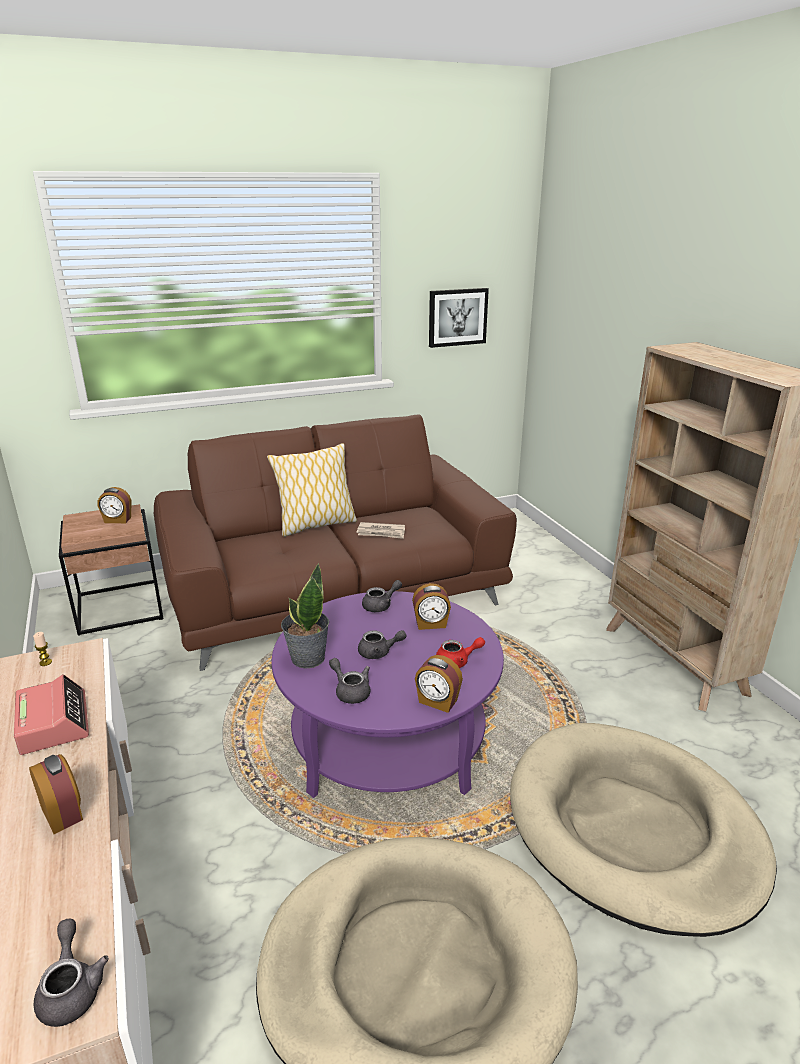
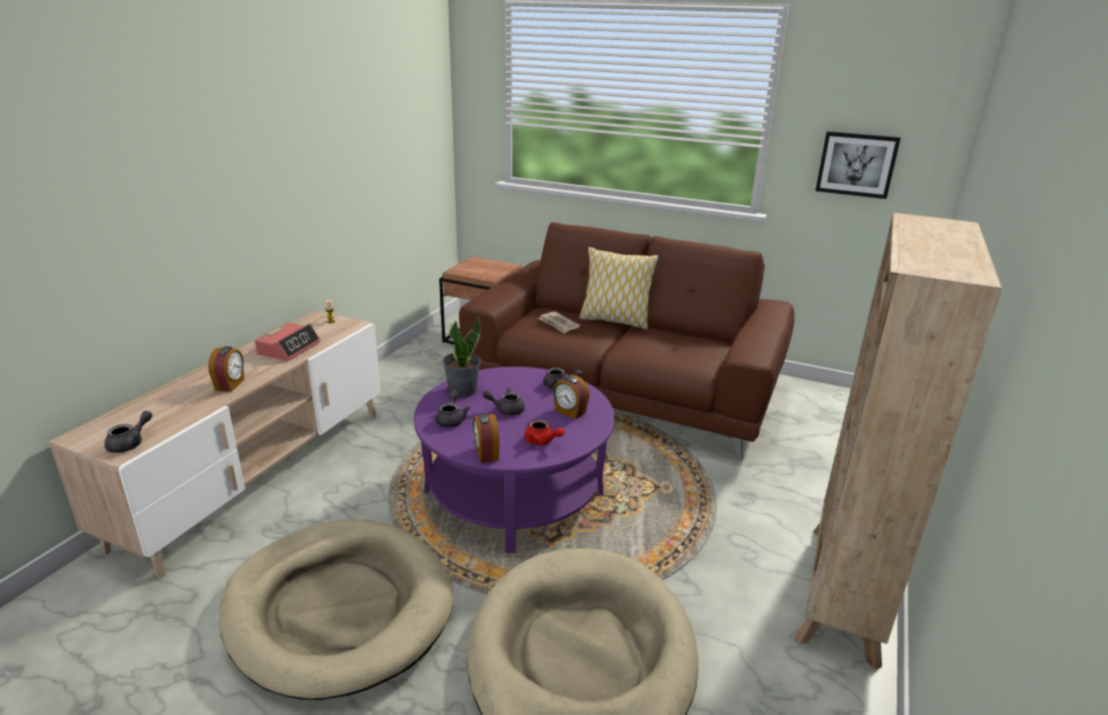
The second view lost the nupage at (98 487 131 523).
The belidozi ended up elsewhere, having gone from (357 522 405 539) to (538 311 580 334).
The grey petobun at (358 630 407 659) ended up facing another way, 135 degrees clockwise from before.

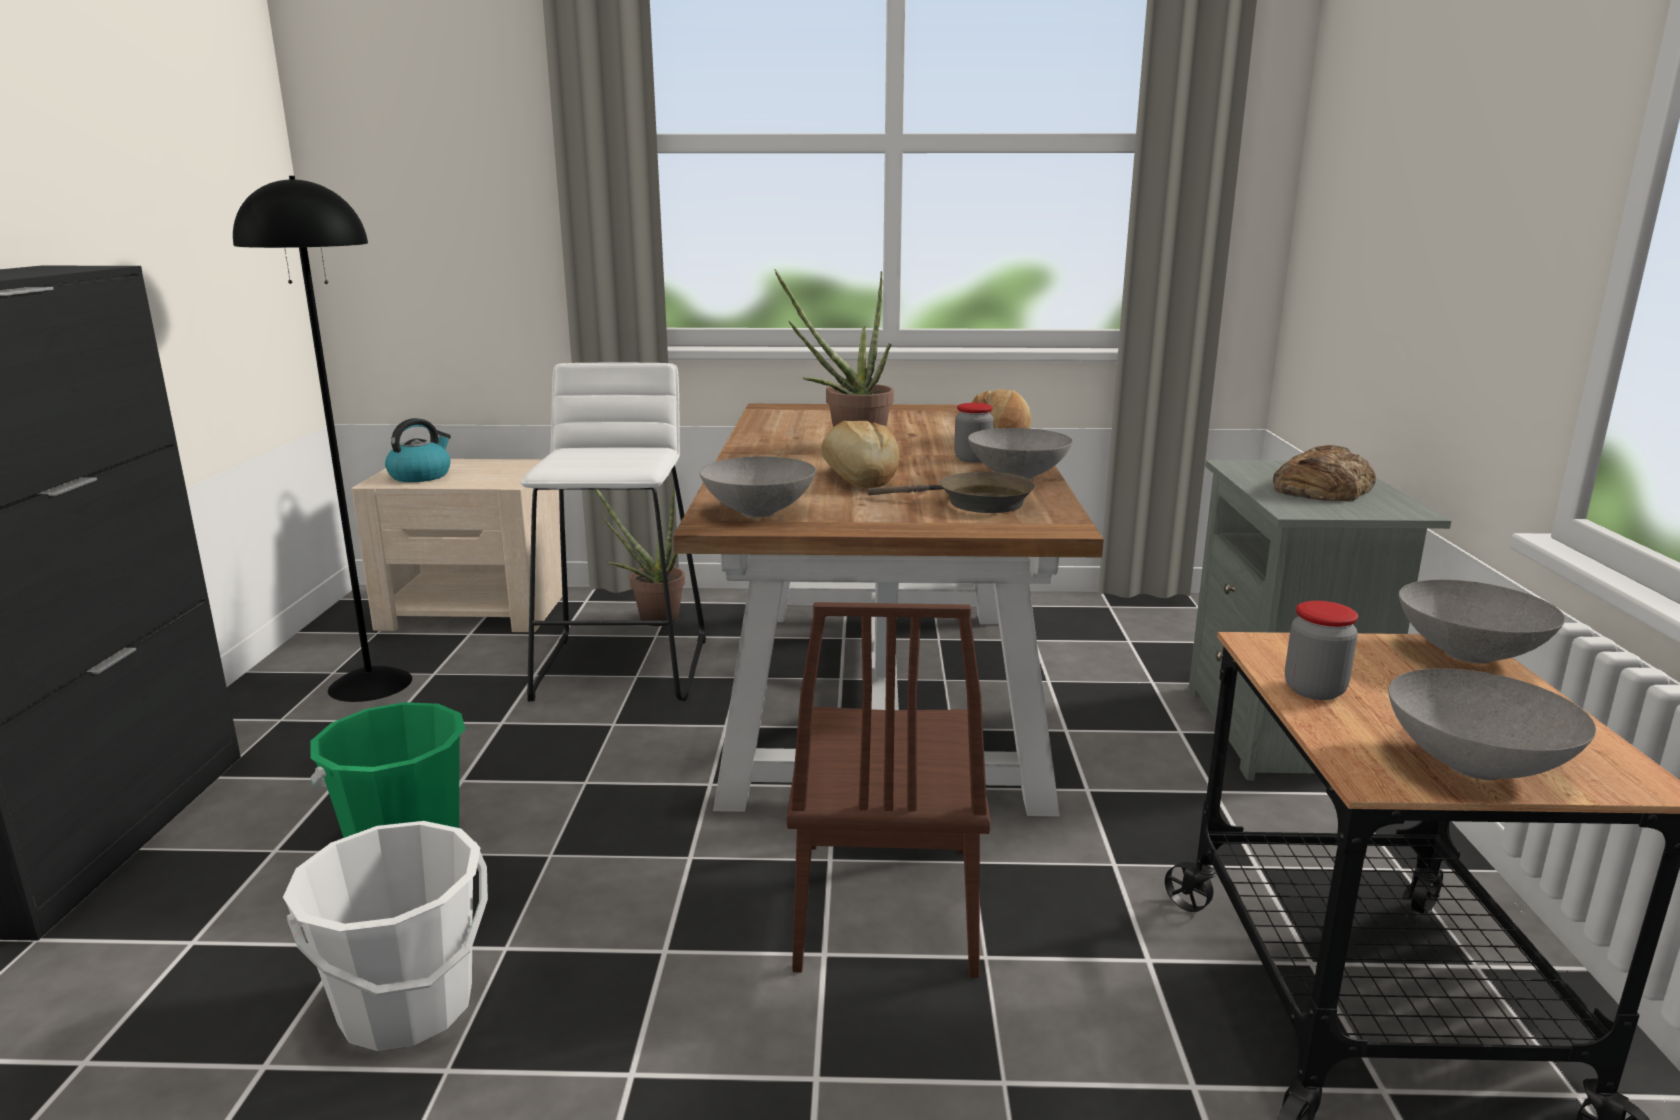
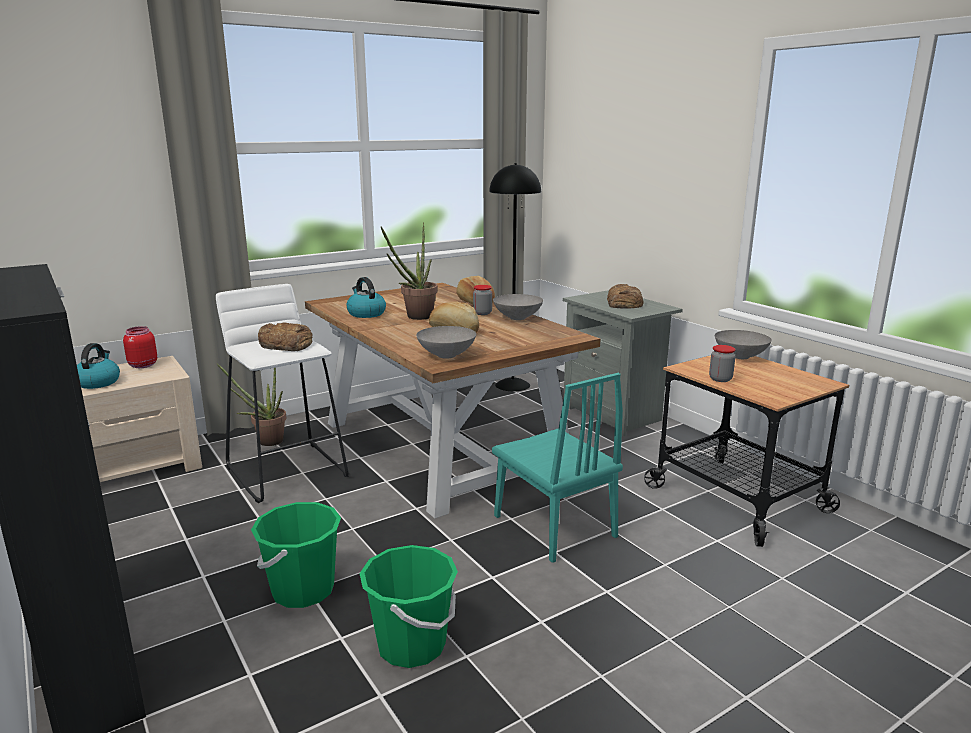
The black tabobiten ended up elsewhere, having gone from (233 176 412 702) to (489 163 541 391).
What was the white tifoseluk at (283 821 488 1051) turned into the green tifoseluk at (359 545 458 668).
What was the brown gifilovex at (786 602 991 978) turned into the turquoise gifilovex at (492 373 623 563).
The second view lost the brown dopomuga at (868 472 1036 513).
The second view lost the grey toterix at (1388 668 1596 780).
The second view gained the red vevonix at (123 326 157 368).
The second view gained the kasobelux at (258 322 313 351).
The second view gained the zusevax at (346 277 386 318).

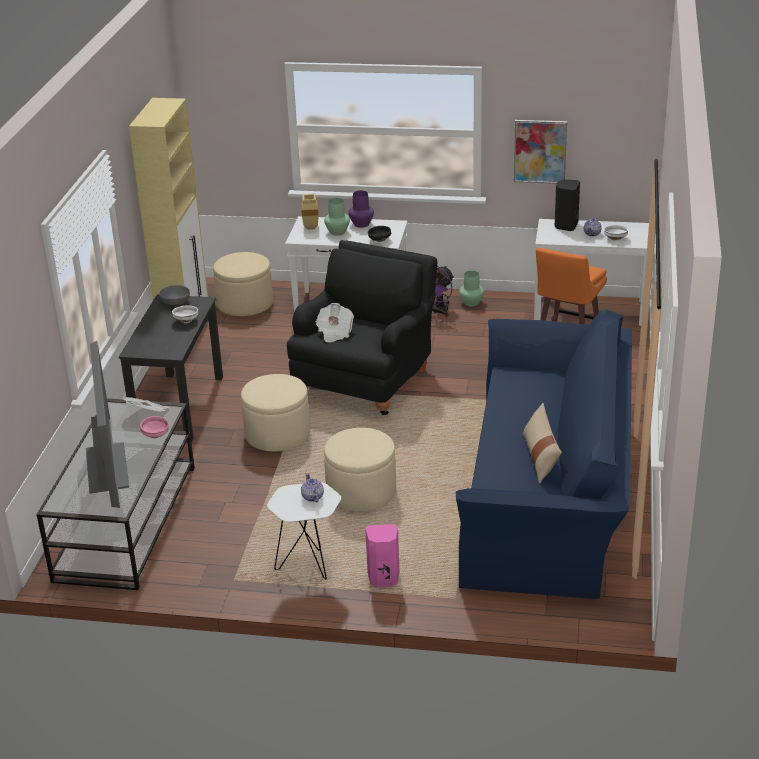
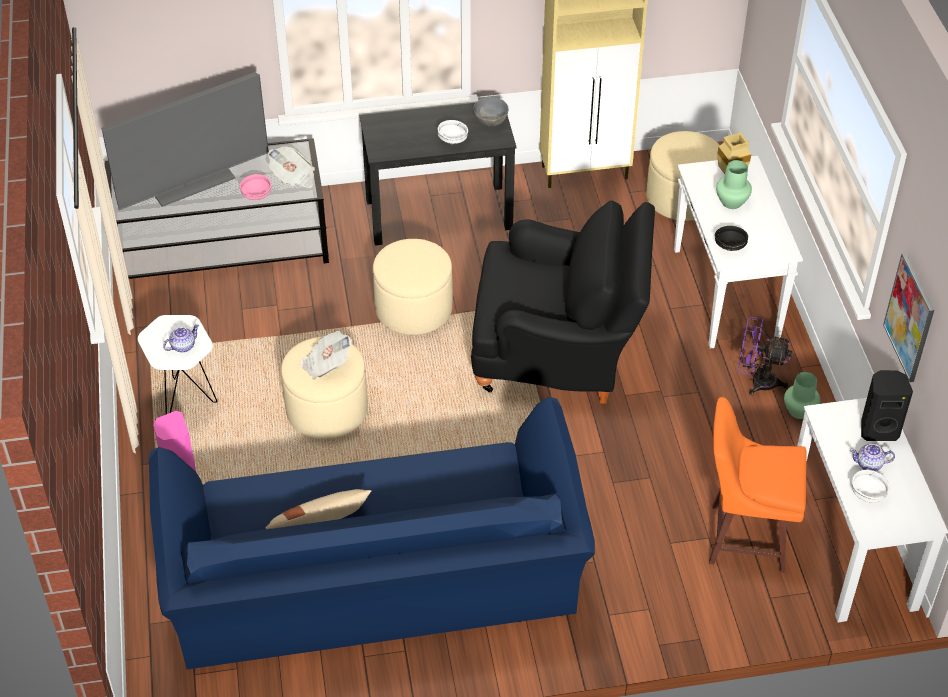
The belidozi ended up elsewhere, having gone from (316 303 354 343) to (299 331 352 380).
The second view lost the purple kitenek at (349 191 374 228).

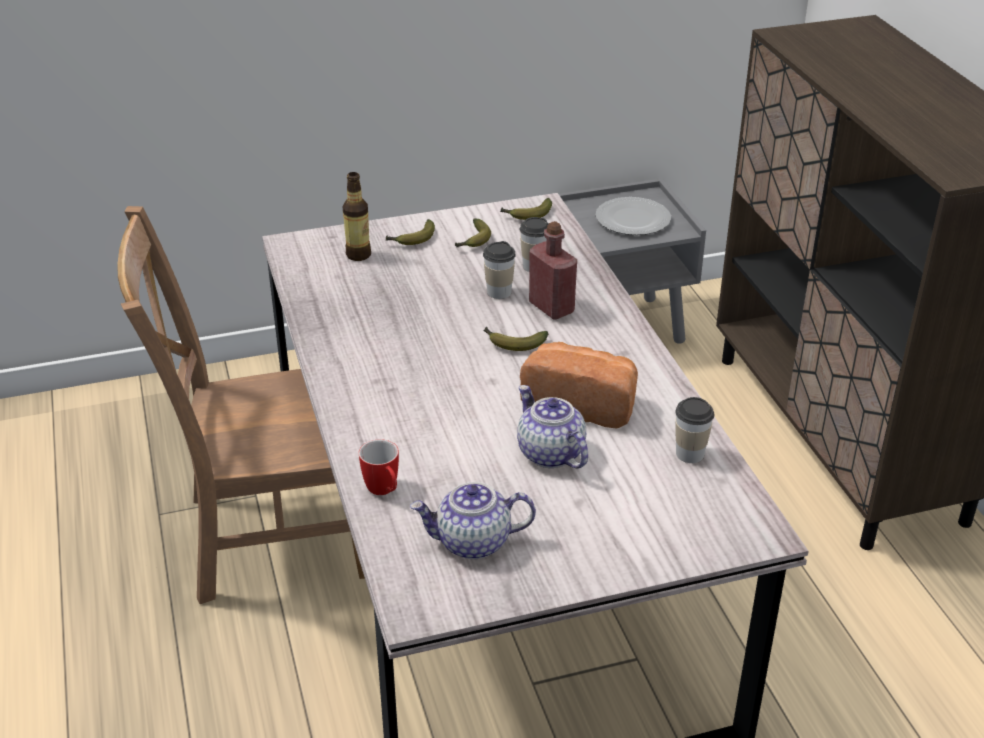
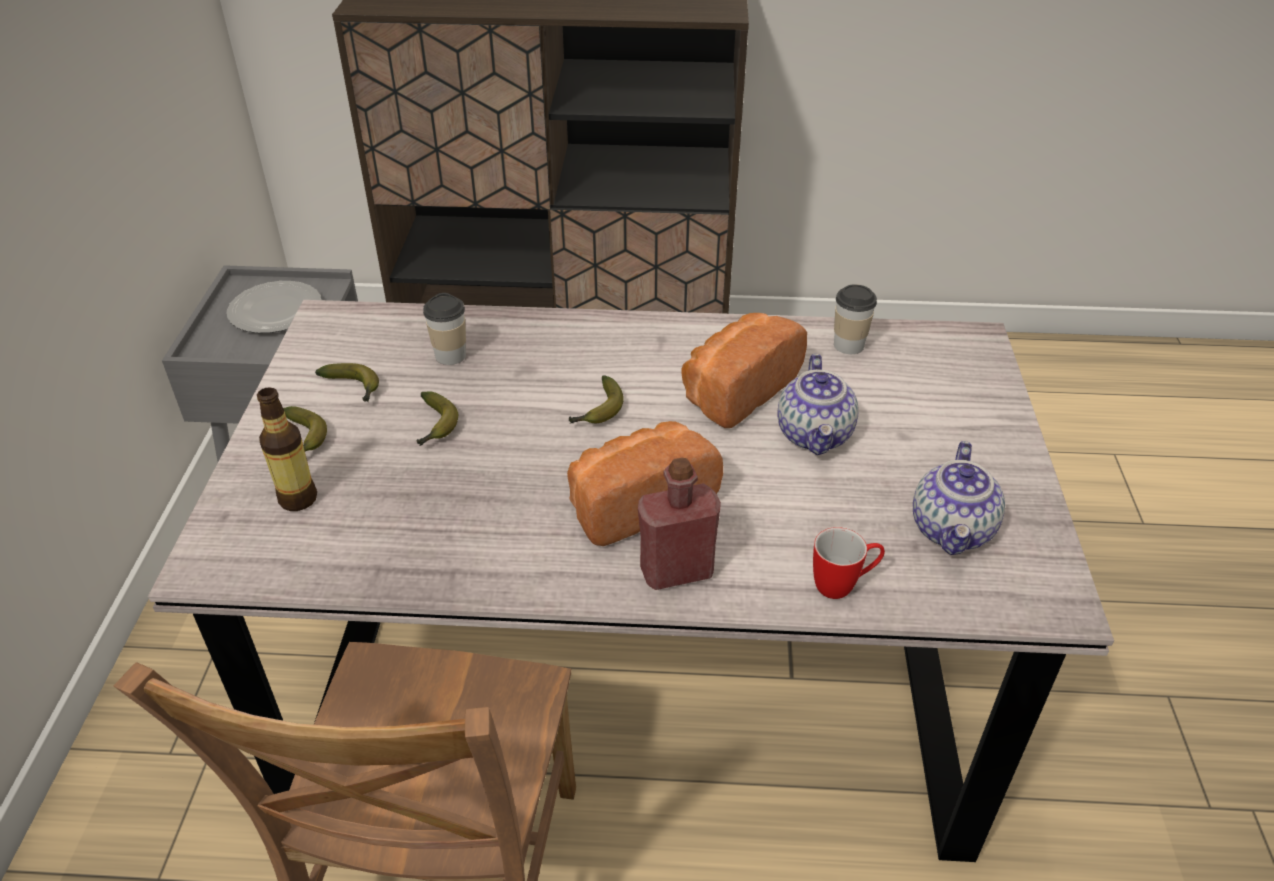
The second view lost the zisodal at (483 241 516 299).
The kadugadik ended up elsewhere, having gone from (500 198 552 220) to (416 391 458 446).
The petobun at (517 385 588 468) ended up facing another way, 75 degrees counterclockwise from before.
The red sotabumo ended up elsewhere, having gone from (529 221 577 320) to (638 458 721 590).
The second view gained the kasobelux at (567 421 723 546).

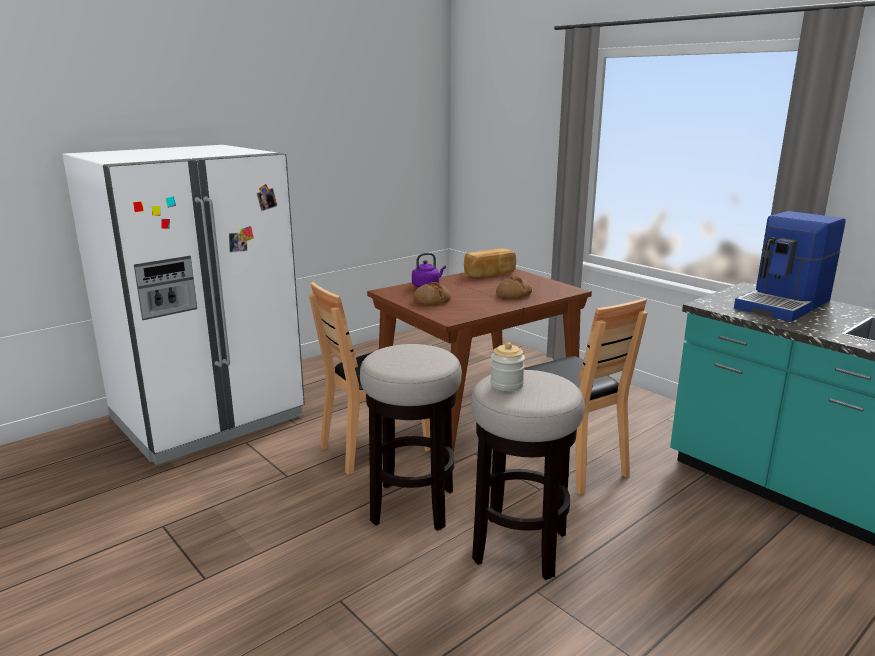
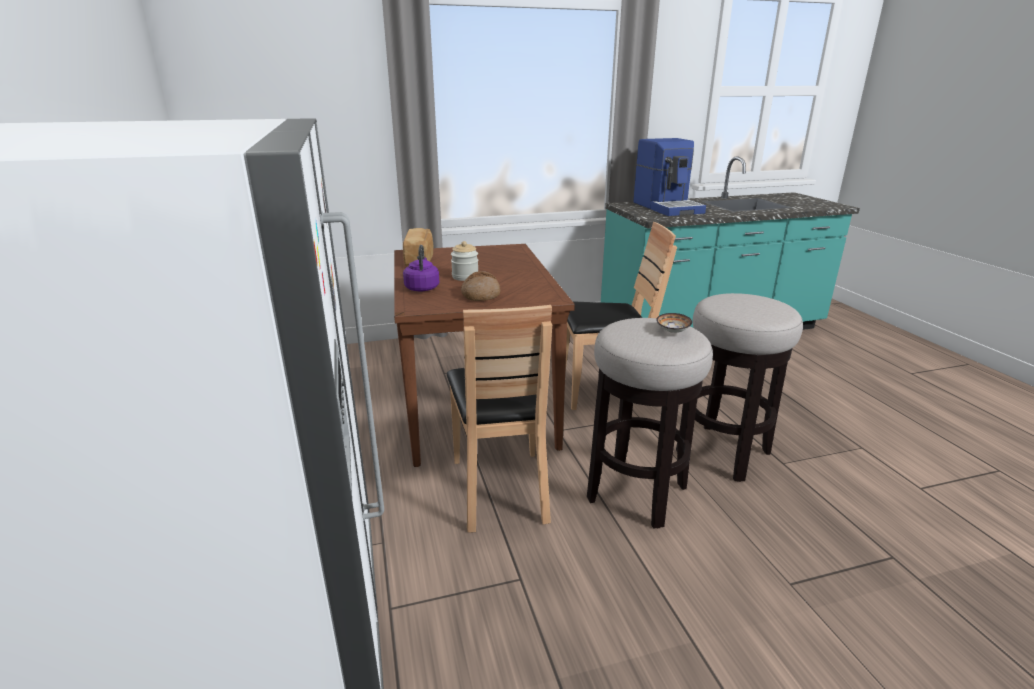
The vevonix ended up elsewhere, having gone from (490 342 525 391) to (451 241 478 281).
The second view lost the kasobelux at (496 277 532 298).
The second view gained the toterix at (656 313 692 333).

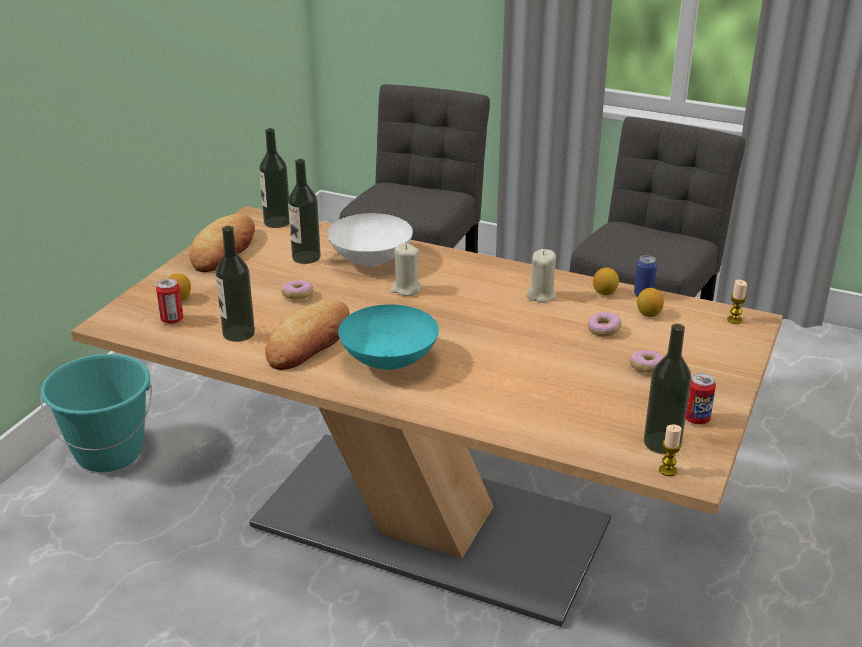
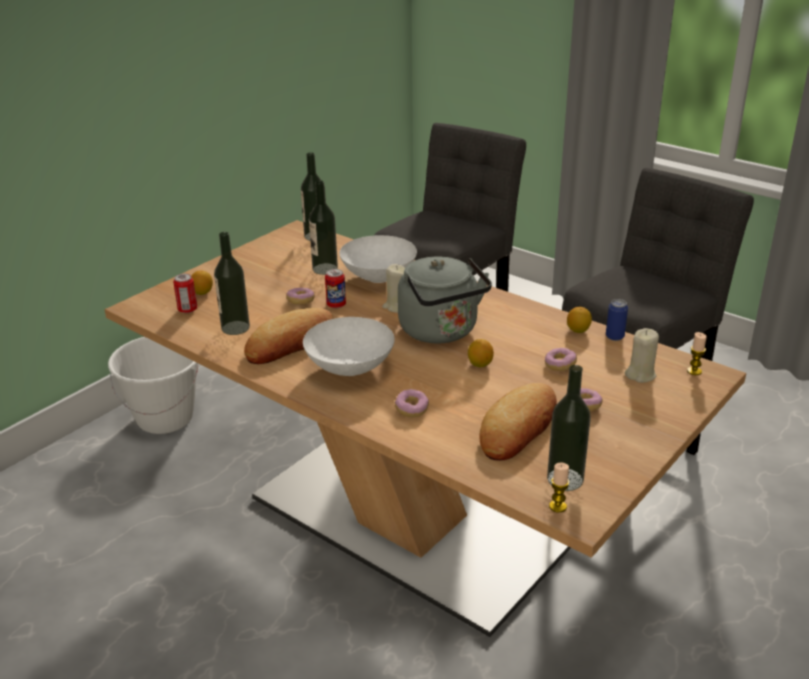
What was the turquoise tifoseluk at (41 354 152 472) turned into the white tifoseluk at (108 337 198 434).
The kasobelux ended up elsewhere, having gone from (189 214 255 272) to (479 383 557 461).
What was the turquoise toterix at (338 304 439 370) turned into the white toterix at (303 317 395 376).
The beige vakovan ended up elsewhere, having gone from (526 249 556 303) to (625 328 659 383).
The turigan ended up elsewhere, having gone from (637 288 664 317) to (468 339 494 368).
The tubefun ended up elsewhere, having gone from (685 373 716 425) to (325 269 346 308).
The second view gained the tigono at (395 389 429 418).
The second view gained the grey zusevax at (398 257 492 343).

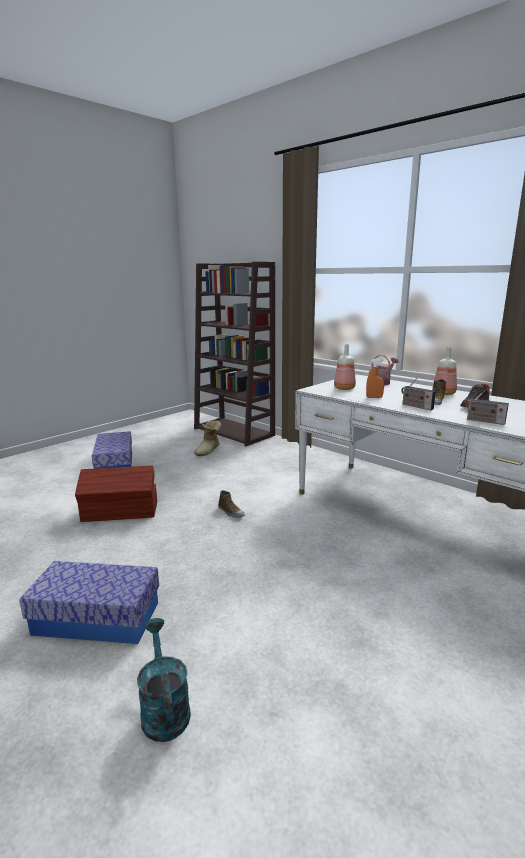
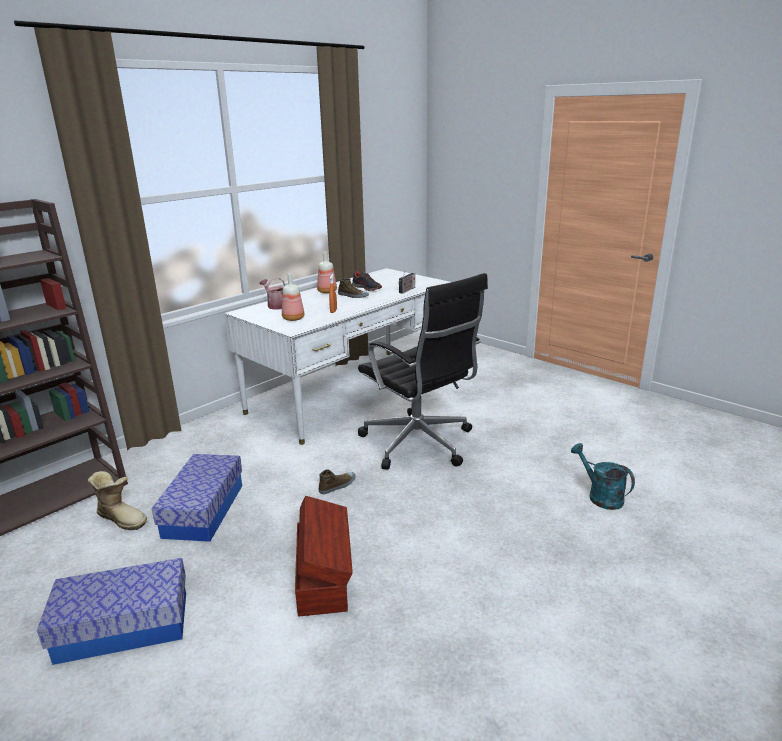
The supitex ended up elsewhere, having gone from (19 561 159 644) to (152 454 242 542).
The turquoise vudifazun at (137 618 191 742) ended up facing another way, 75 degrees clockwise from before.
The second view lost the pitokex at (401 378 436 410).
The second view gained the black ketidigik at (358 273 488 470).

